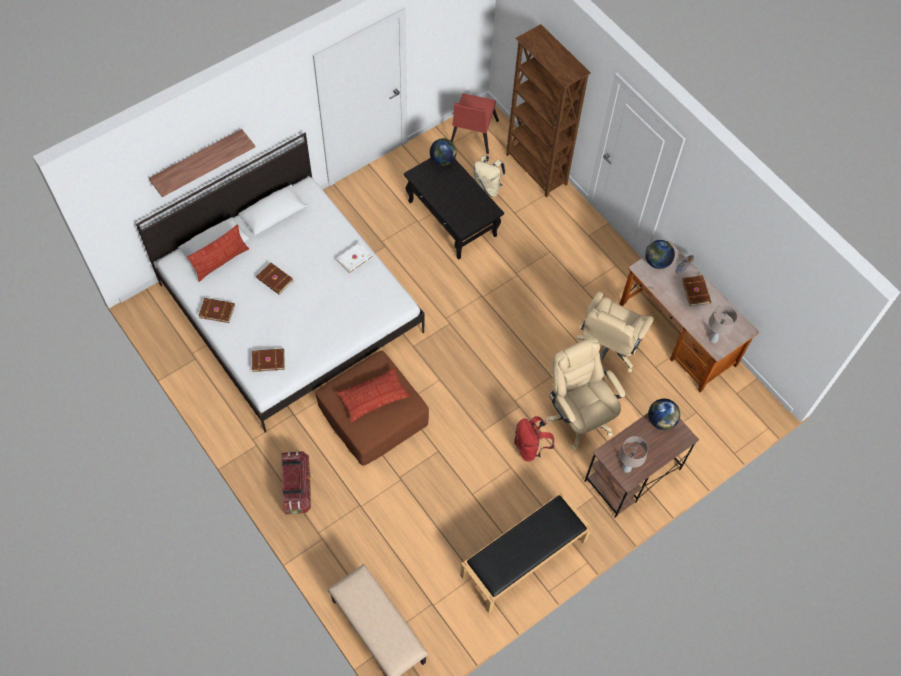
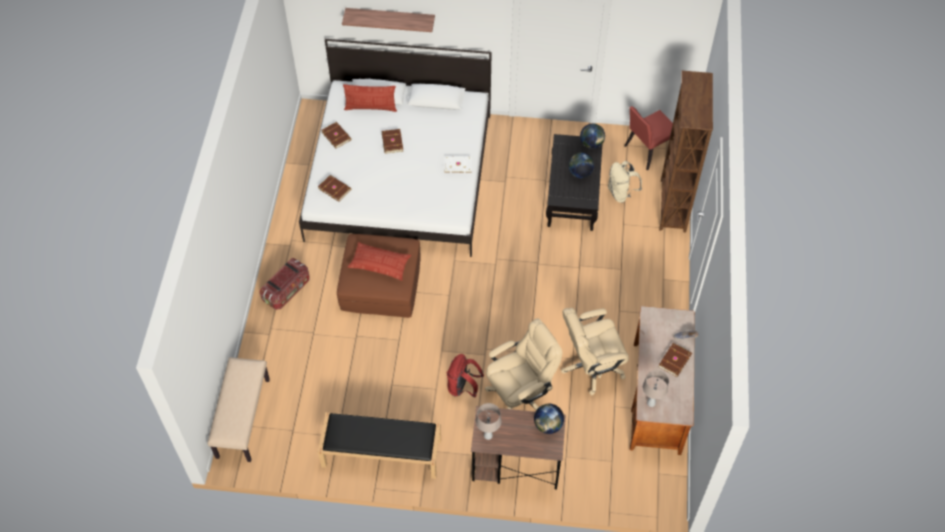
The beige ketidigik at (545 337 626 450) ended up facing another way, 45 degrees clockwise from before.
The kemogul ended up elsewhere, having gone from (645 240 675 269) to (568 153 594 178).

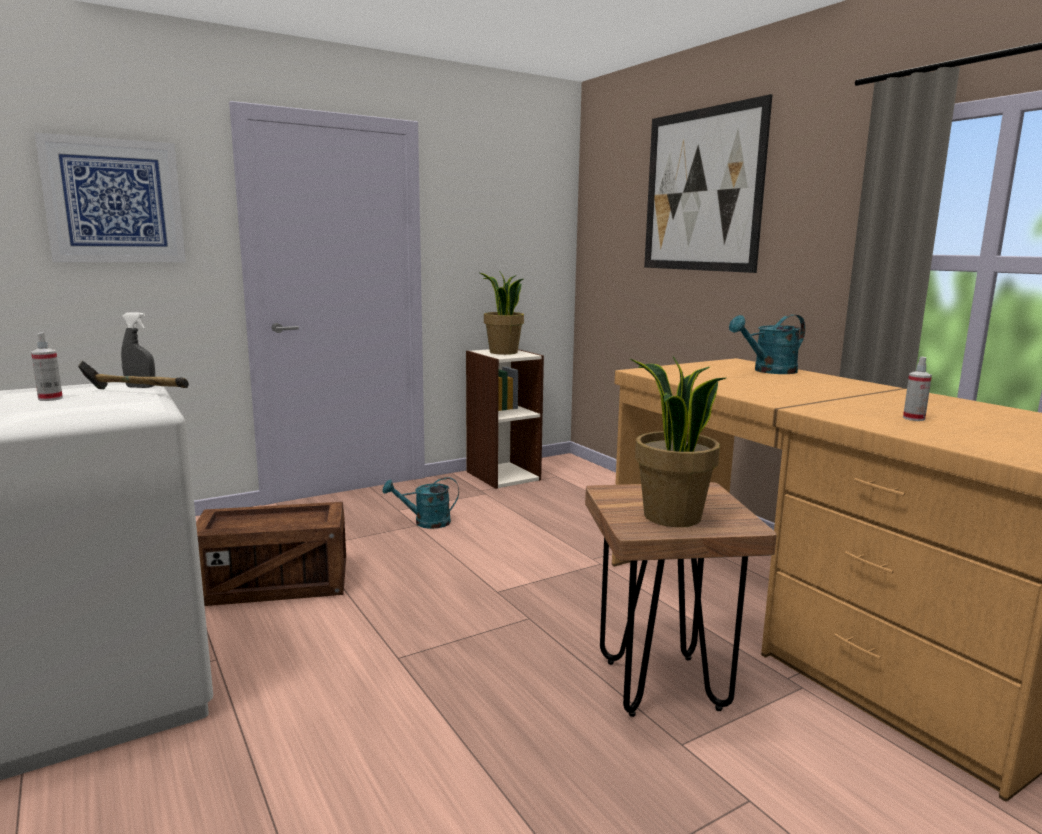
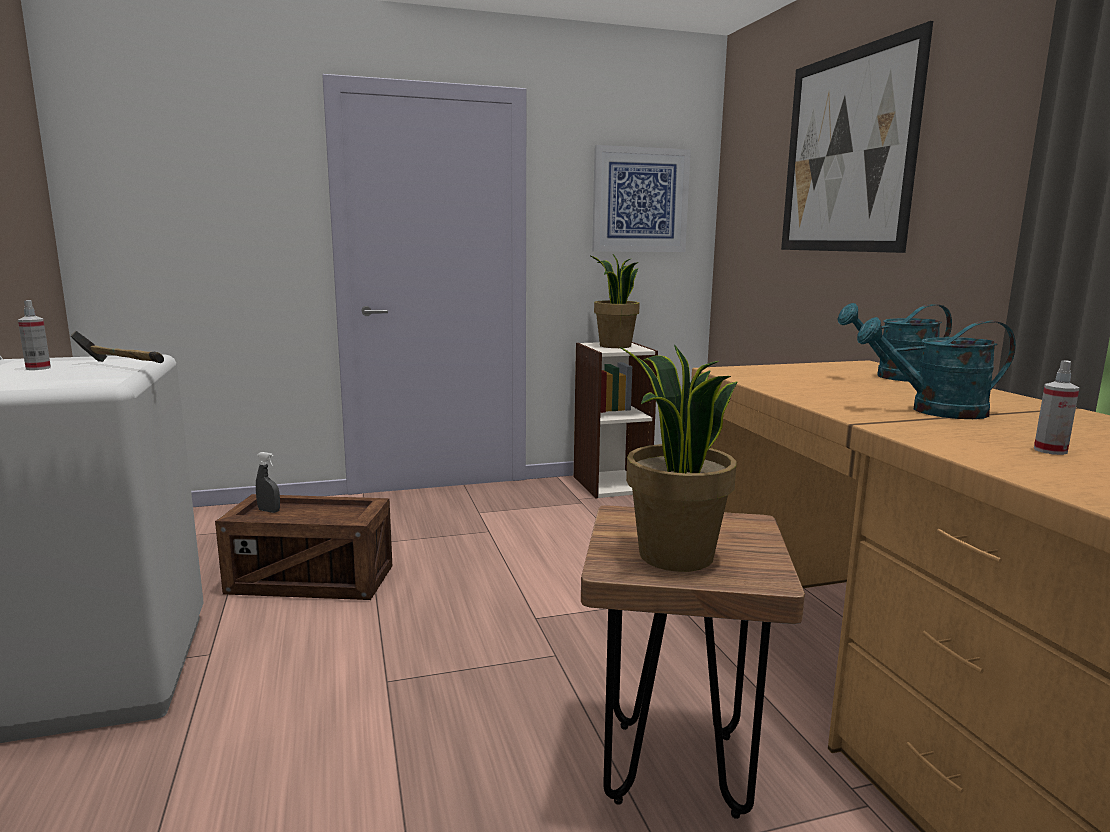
The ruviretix ended up elsewhere, having gone from (35 133 186 262) to (592 145 691 252).
The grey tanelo ended up elsewhere, having gone from (121 312 155 388) to (256 452 280 513).
The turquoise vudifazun ended up elsewhere, having gone from (382 477 459 529) to (857 317 1016 419).

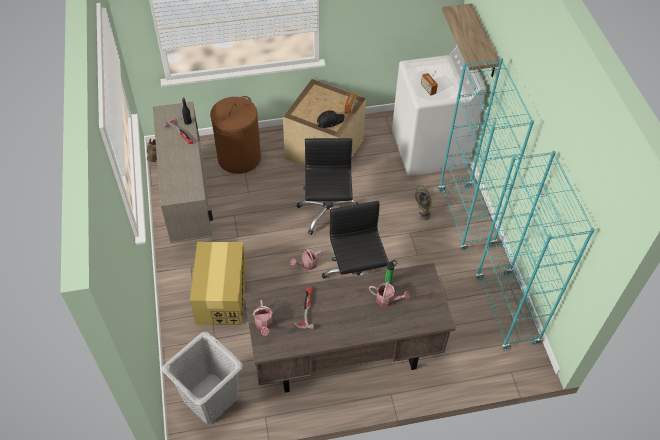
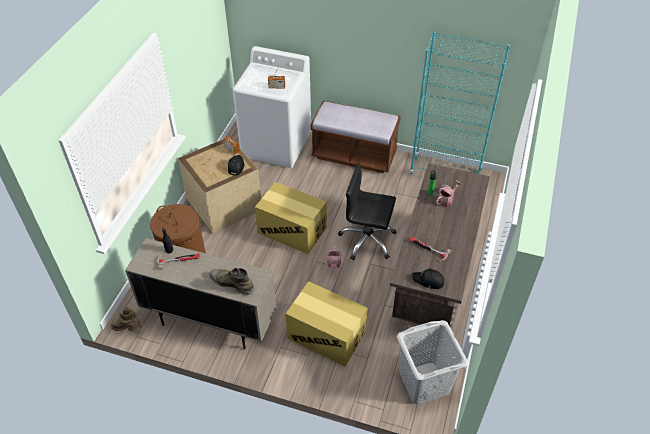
Where the vudifazun stood at (253 300 273 336), the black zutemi came to stand at (412 269 445 289).
Where the black ketidigik stood at (297 138 358 235), the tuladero came to stand at (255 182 327 254).
The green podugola ended up elsewhere, having gone from (415 185 431 220) to (209 268 254 295).
Where the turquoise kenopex stood at (438 58 534 250), the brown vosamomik came to stand at (311 101 401 173).
The second view lost the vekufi at (442 3 500 77).

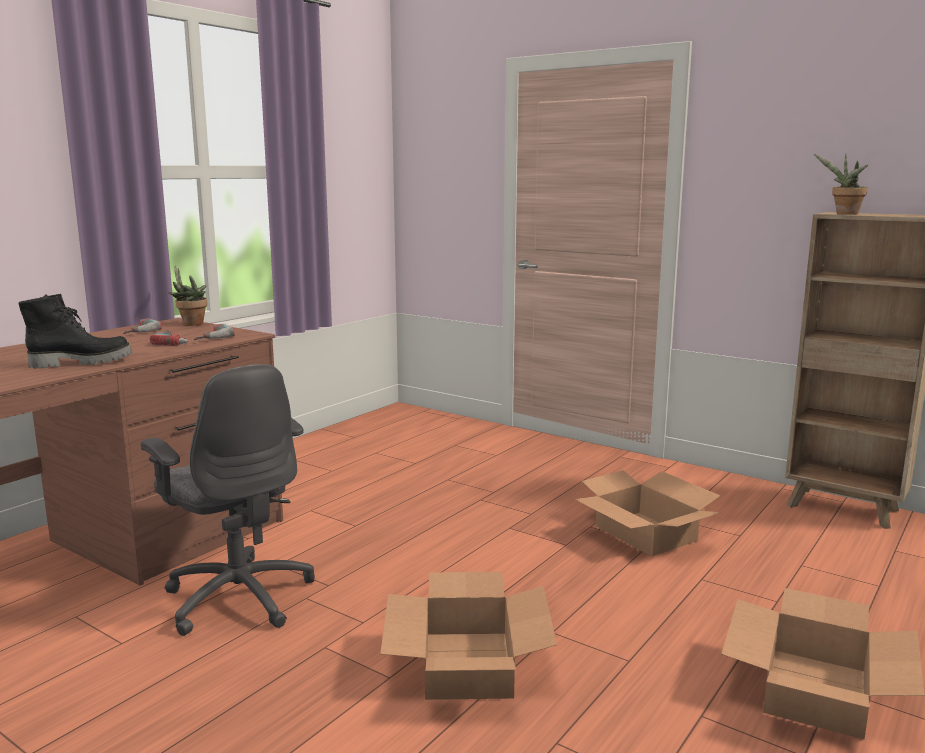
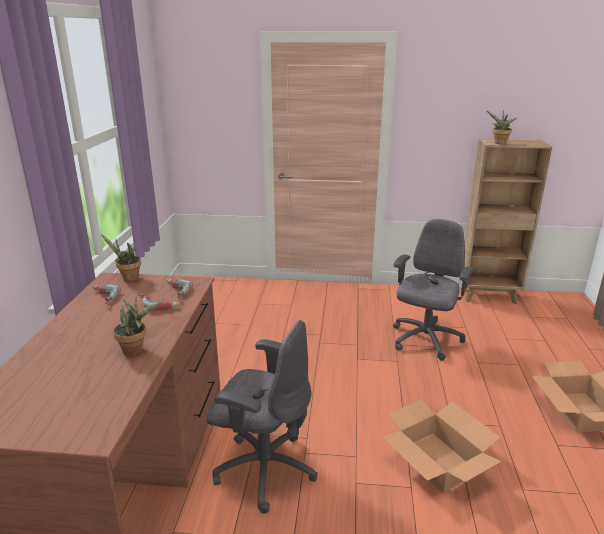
Where the black podugola stood at (19 294 132 368), the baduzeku came to stand at (113 298 162 356).
Where the tuladero stood at (575 470 721 556), the grey ketidigik came to stand at (393 219 474 361).

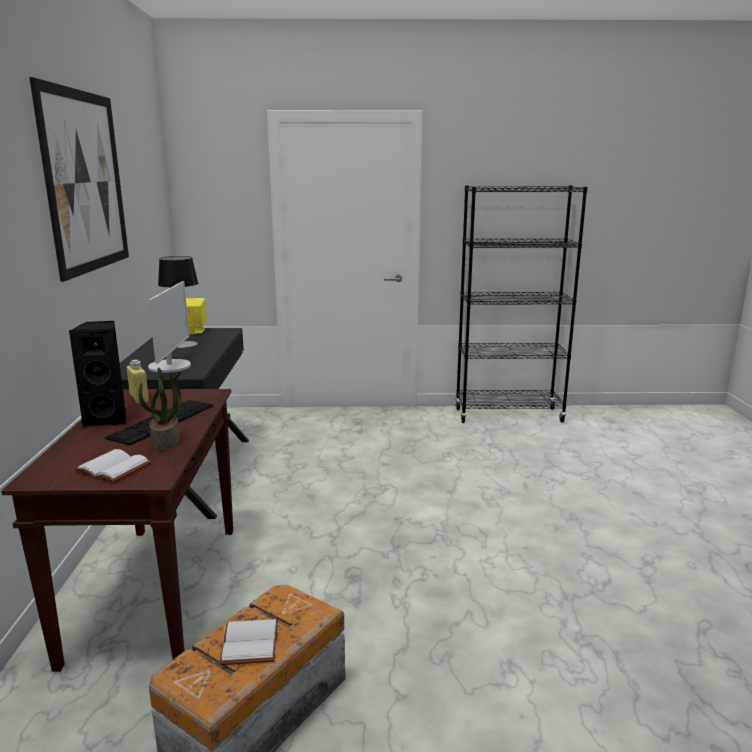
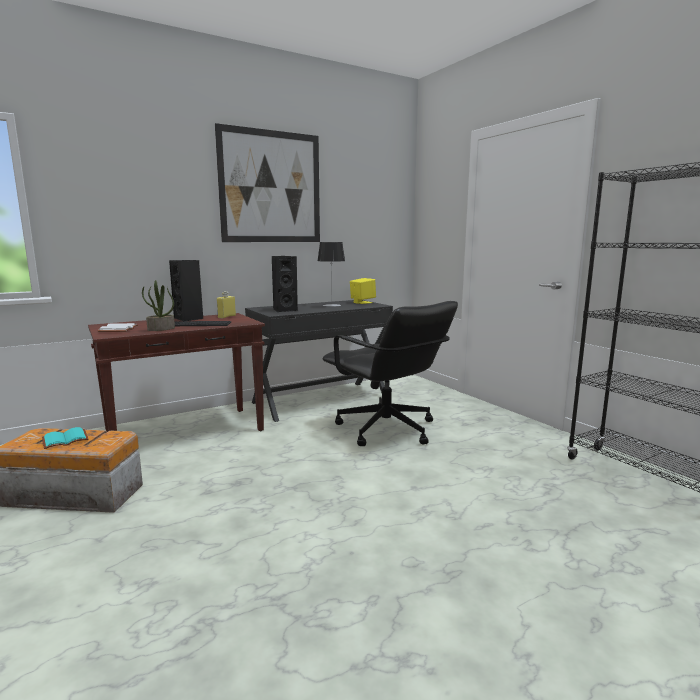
Where the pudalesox stood at (148 281 191 373), the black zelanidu came to stand at (272 256 298 312).
What was the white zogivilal at (219 619 278 665) turned into the turquoise zogivilal at (42 427 88 449).
The second view gained the black ketidigik at (323 301 458 446).

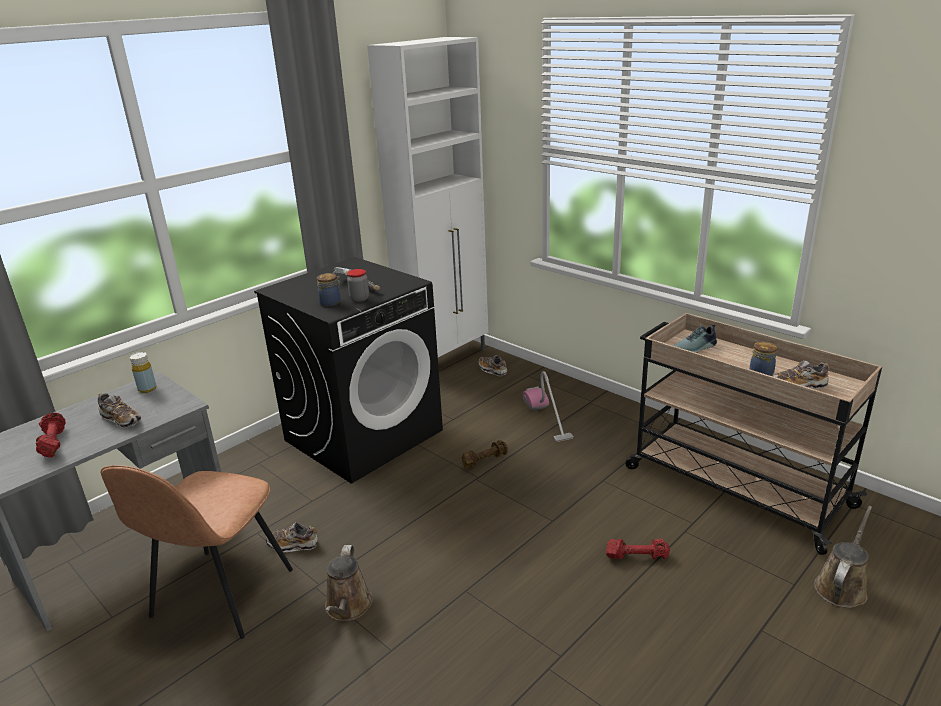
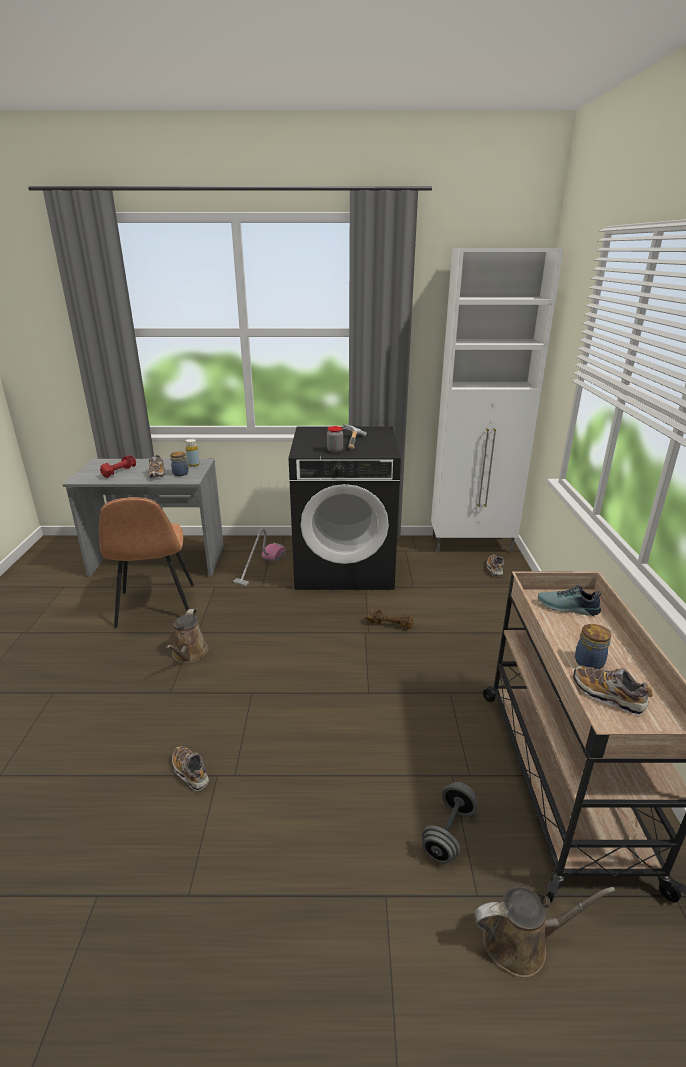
The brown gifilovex at (101 465 293 639) ended up facing another way, 75 degrees counterclockwise from before.
The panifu ended up elsewhere, having gone from (266 522 318 552) to (172 746 209 791).
The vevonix ended up elsewhere, having gone from (317 273 342 306) to (170 451 189 476).
The brown vudifazun at (325 545 373 621) ended up facing another way, 45 degrees counterclockwise from before.
The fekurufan ended up elsewhere, having gone from (523 371 574 442) to (233 528 286 586).
The second view lost the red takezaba at (606 539 670 559).
The second view gained the grey takezaba at (422 782 478 864).

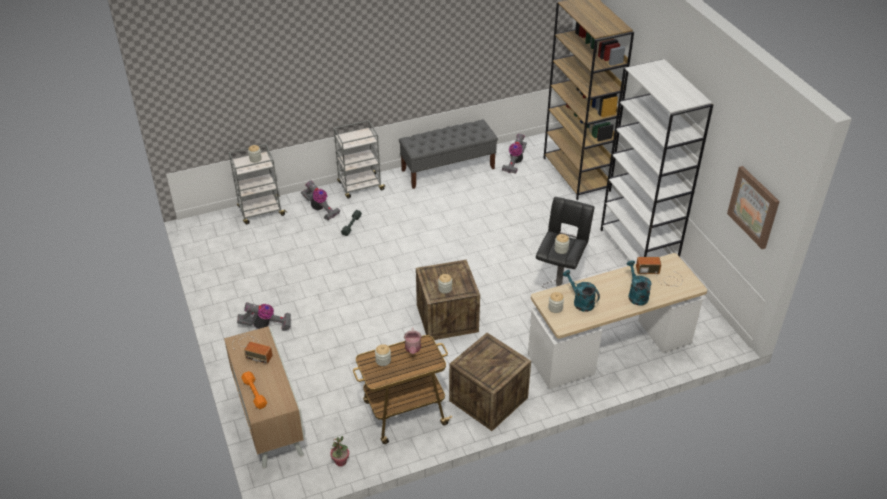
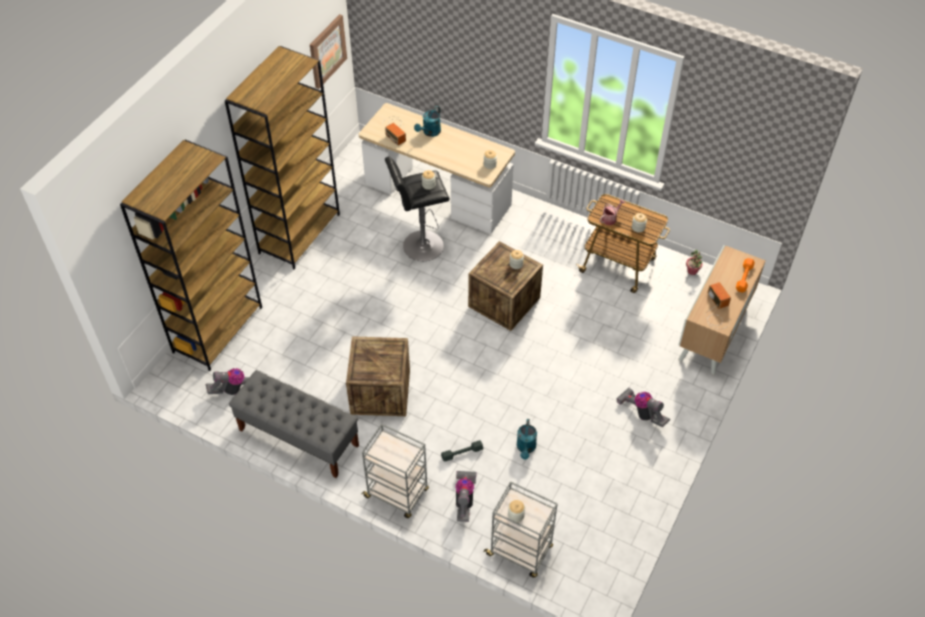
The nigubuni ended up elsewhere, having gone from (449 333 531 431) to (346 336 410 416).
The turquoise vudifazun ended up elsewhere, having gone from (562 270 600 312) to (517 419 537 460).
What was the white kenopex at (601 59 713 264) turned into the brown kenopex at (225 46 340 269).

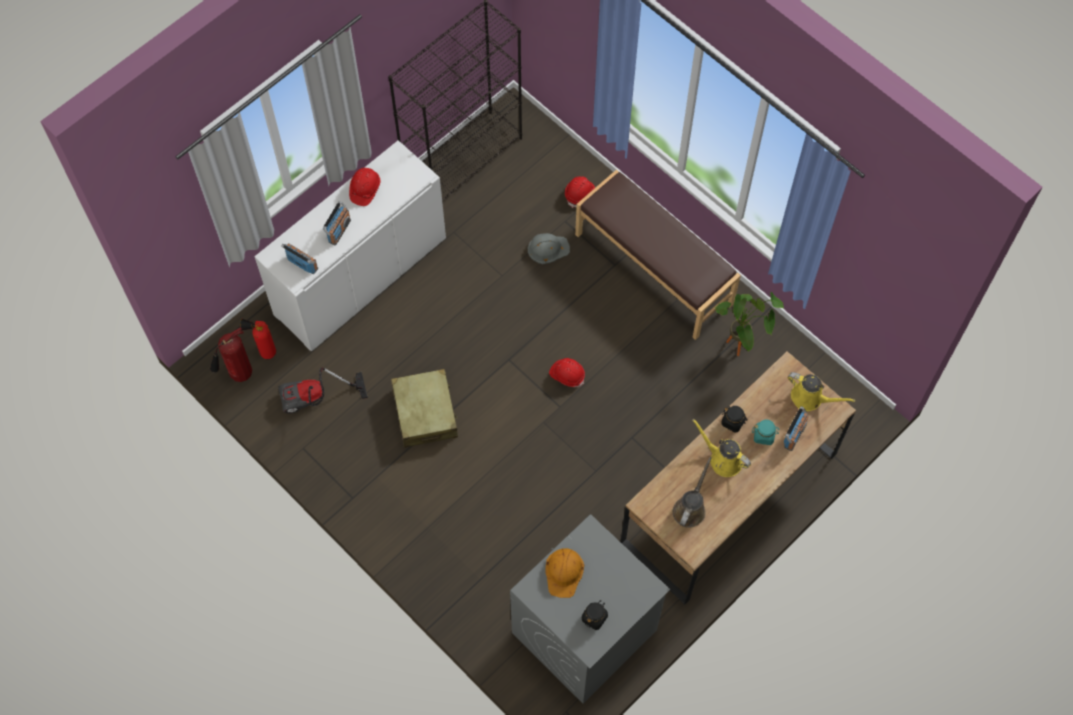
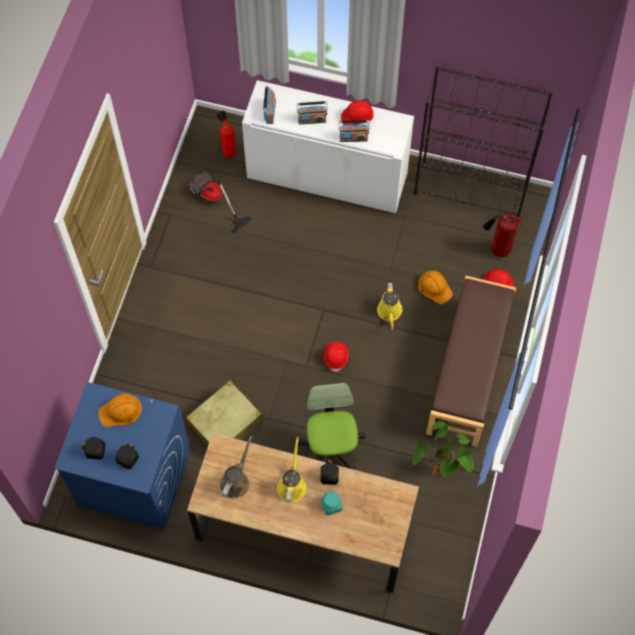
The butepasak ended up elsewhere, having gone from (210 327 252 382) to (483 213 524 257).
The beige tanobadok ended up elsewhere, having gone from (391 369 458 448) to (186 380 263 445).
What was the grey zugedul at (510 514 670 703) turned into the blue zugedul at (54 382 191 529).
What was the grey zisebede at (528 233 570 264) turned into the orange zisebede at (418 271 453 304).
The brown vudifazun at (673 457 712 528) ended up facing another way, 60 degrees counterclockwise from before.
The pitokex ended up elsewhere, having gone from (784 406 808 451) to (339 120 370 142).
The yellow vudifazun ended up elsewhere, having gone from (787 372 856 411) to (377 283 402 330).
The second view gained the black vevonix at (116 444 139 469).
The second view gained the ketidigik at (295 383 366 470).

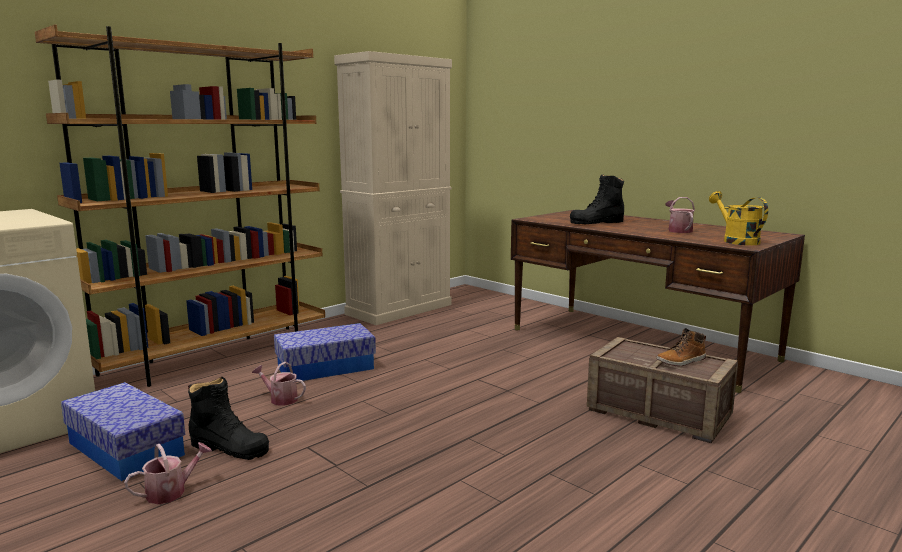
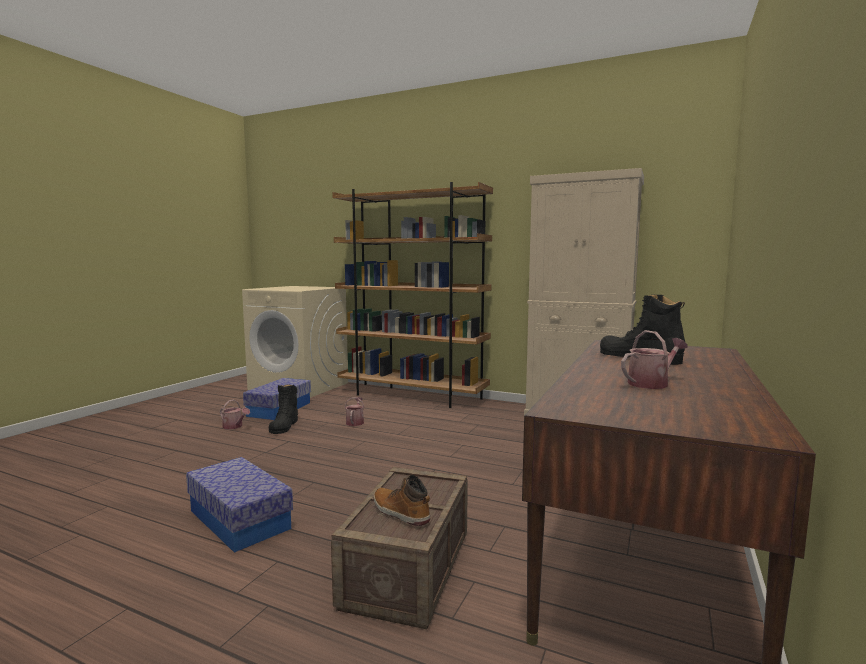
The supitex ended up elsewhere, having gone from (274 323 376 381) to (186 457 293 553).
The second view lost the yellow vudifazun at (709 191 768 245).

